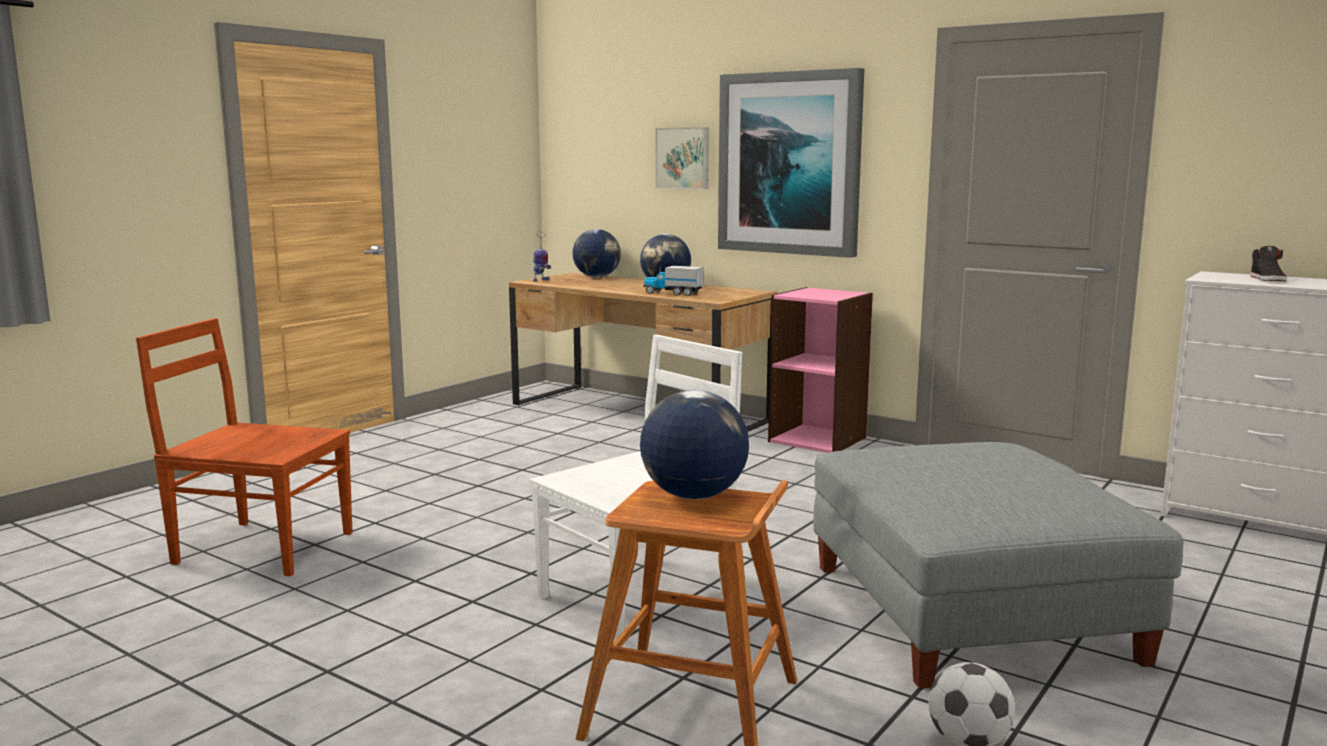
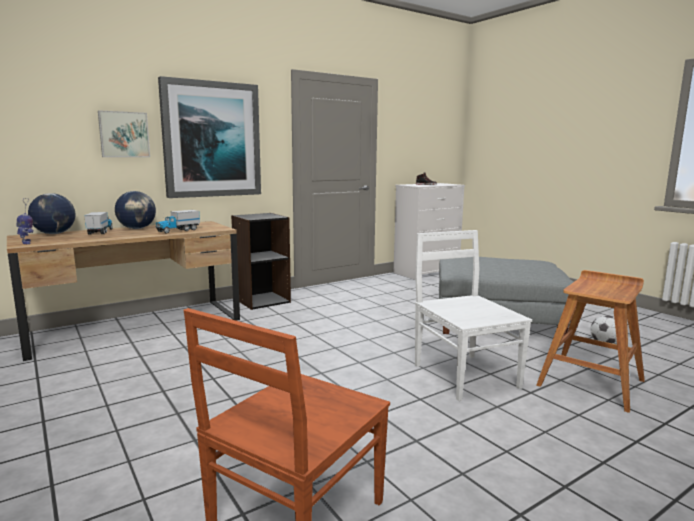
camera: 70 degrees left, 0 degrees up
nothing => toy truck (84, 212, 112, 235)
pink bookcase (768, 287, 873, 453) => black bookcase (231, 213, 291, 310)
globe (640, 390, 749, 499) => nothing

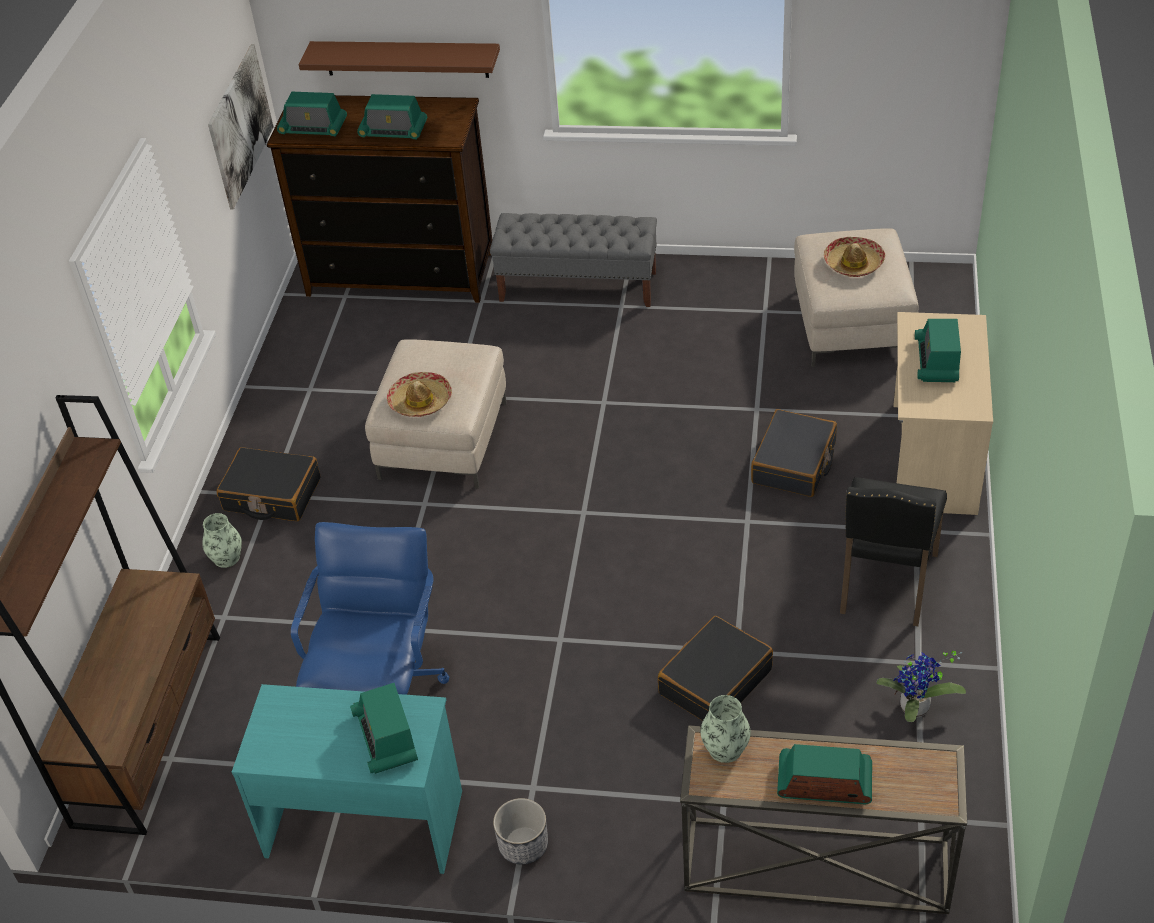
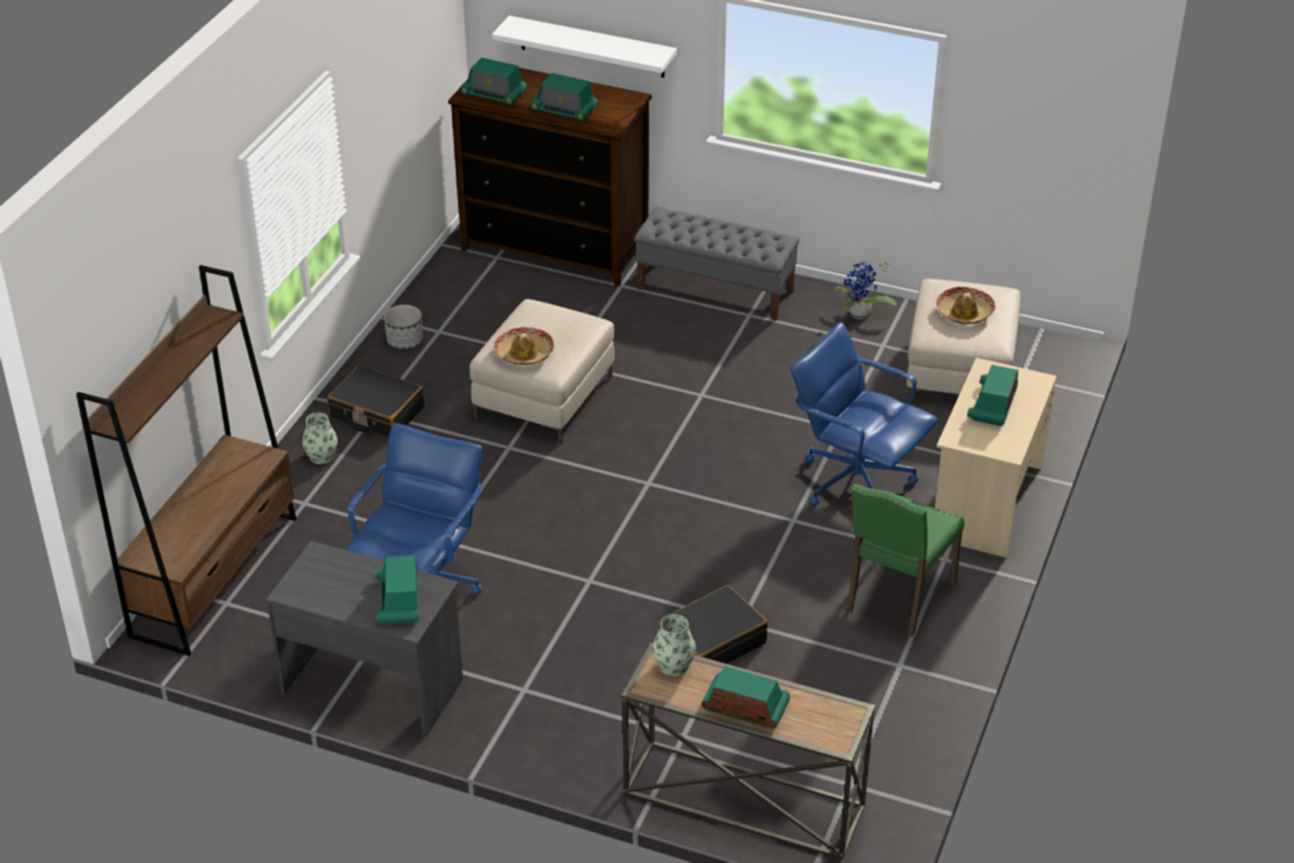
camera: 10 degrees right, 5 degrees down
turquoise desk (232, 684, 462, 874) => grey desk (266, 541, 463, 737)
planter (493, 798, 548, 865) => planter (384, 305, 423, 350), moved
brown shelf (299, 41, 500, 78) => white shelf (492, 16, 677, 78)
black suitcase (751, 409, 837, 497) => blue office chair (791, 322, 938, 506)
potted plant (876, 651, 966, 722) => potted plant (835, 261, 897, 319), moved
black chair (840, 477, 947, 626) => green chair (846, 484, 964, 637)
picture (208, 44, 274, 210) => nothing

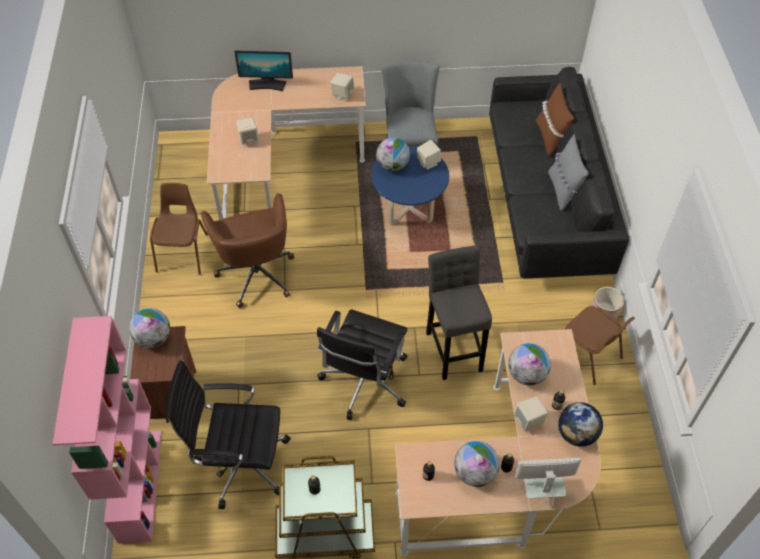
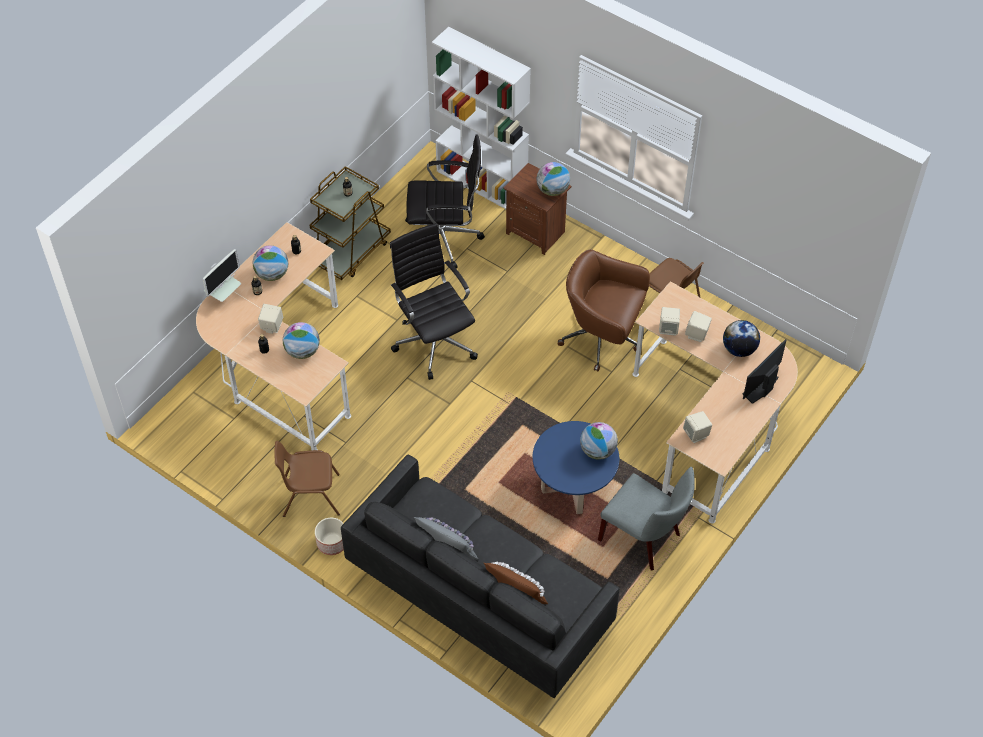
camera: 130 degrees right, 0 degrees up
black office chair (166, 360, 291, 509) => black office chair (405, 134, 485, 268), 45 degrees clockwise
pink bookcase (53, 316, 161, 544) => white bookcase (432, 27, 531, 209)
beige speaker (417, 140, 441, 170) => beige speaker (659, 307, 680, 336), moved
globe (558, 402, 603, 447) => globe (723, 320, 760, 357), moved
grey stool (426, 245, 492, 380) => nothing

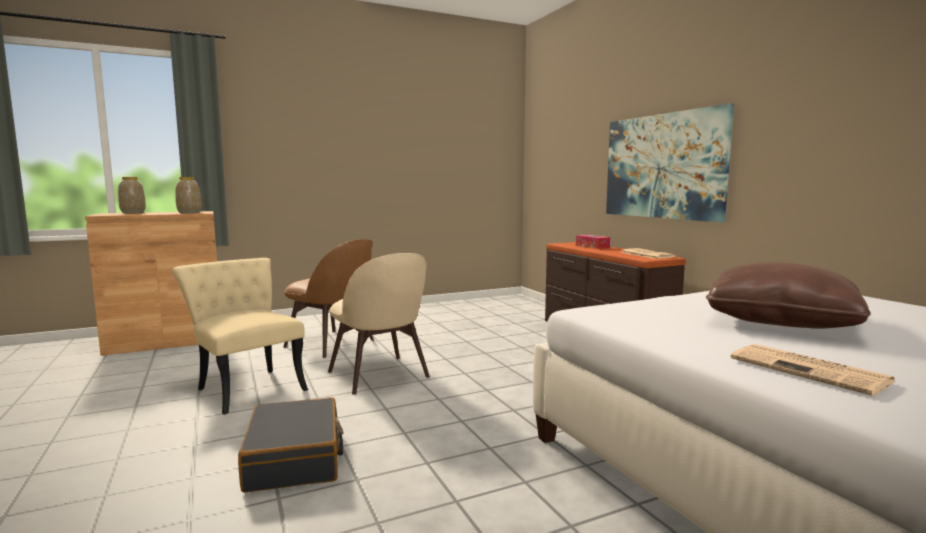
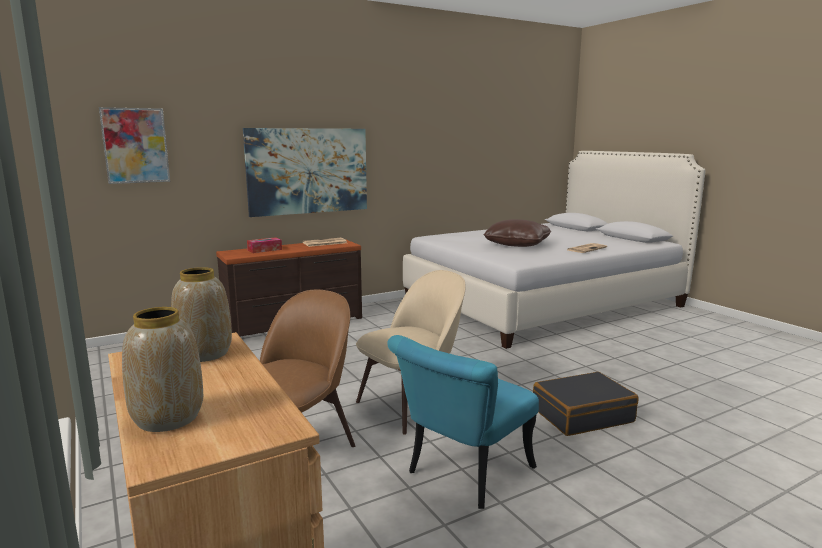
camera: 95 degrees left, 5 degrees up
nothing => picture (99, 107, 170, 184)
beige chair (172, 258, 308, 415) => turquoise chair (387, 335, 539, 509)

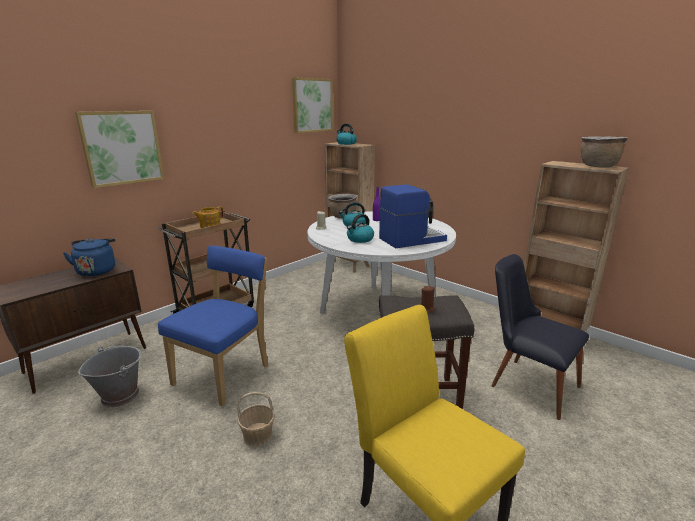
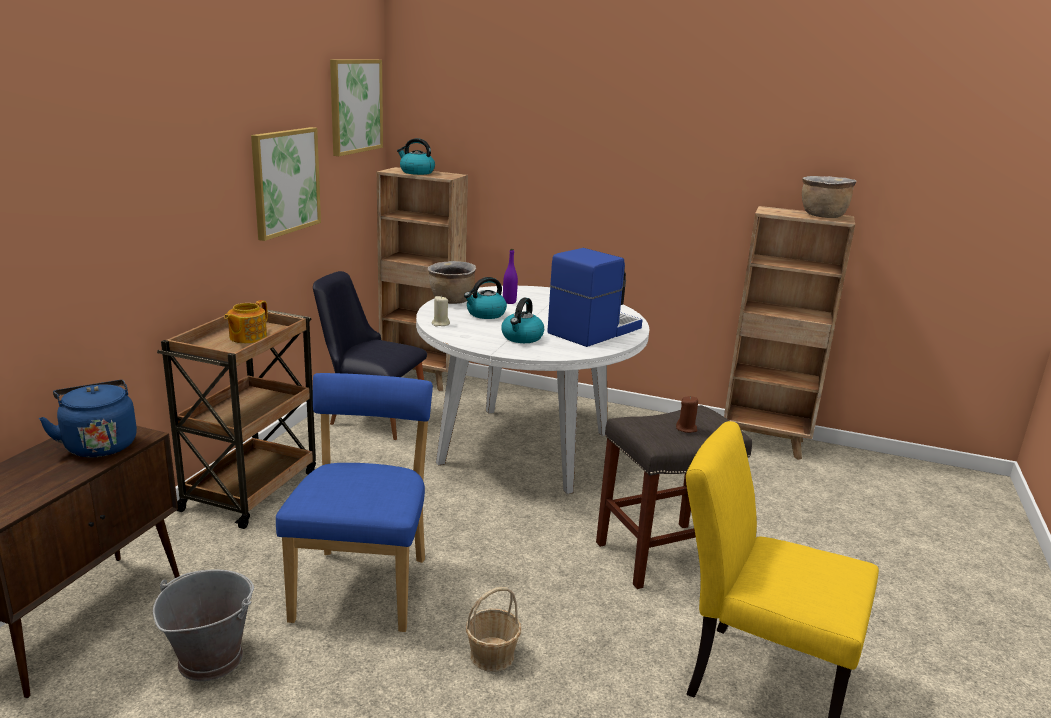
camera: 25 degrees left, 0 degrees up
picture (75, 111, 164, 188) => picture (251, 127, 321, 241), moved
black chair (491, 254, 589, 420) => black chair (313, 271, 427, 440), moved

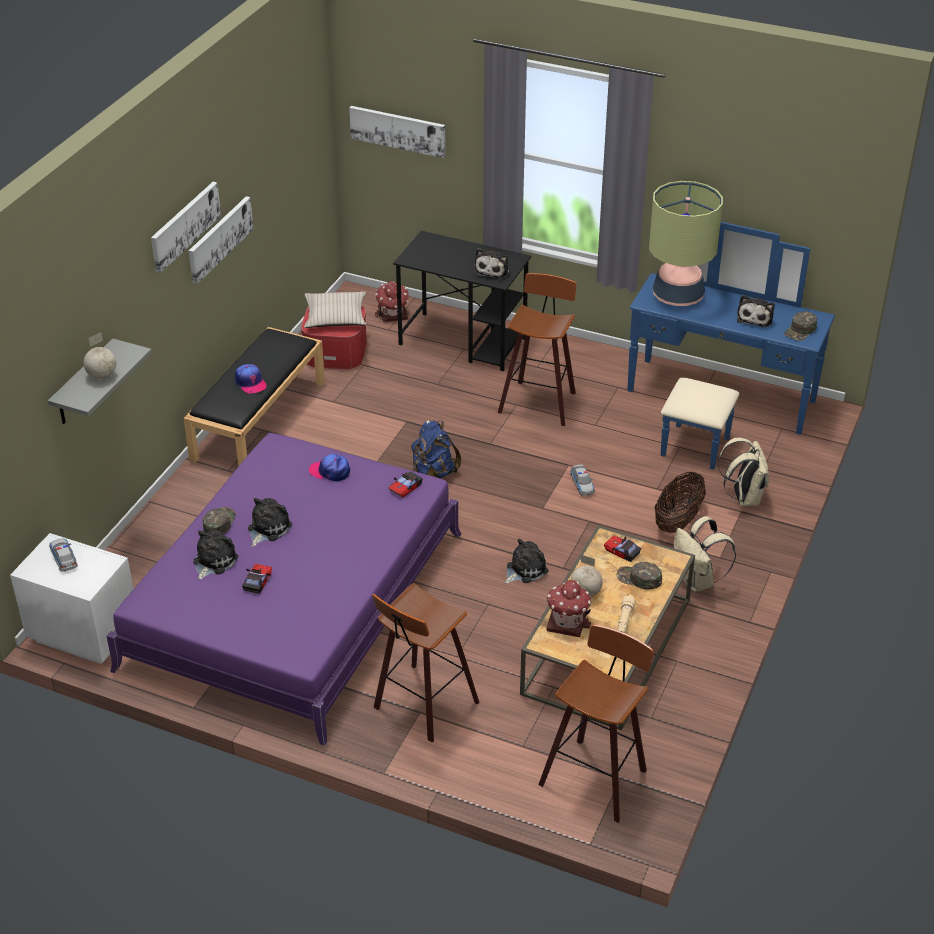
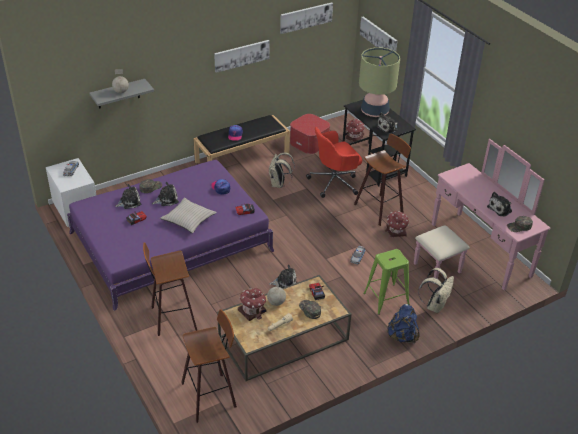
camera: 35 degrees right, 0 degrees up
beige pillow (304, 292, 366, 328) => beige pillow (160, 198, 217, 233), moved
beige backpack (674, 516, 736, 592) => beige backpack (269, 152, 295, 188), moved
picture (151, 182, 221, 273) => picture (280, 2, 333, 34), moved
nothing => red office chair (306, 127, 362, 198)
table lamp (649, 181, 723, 306) => table lamp (359, 47, 400, 117), moved
basket (655, 472, 706, 533) => green stool (363, 249, 410, 315)
nothing => toy house (385, 211, 409, 237)
blue backpack (411, 420, 461, 479) => blue backpack (387, 304, 420, 343), moved
blue dresser (627, 222, 835, 470) => pink dresser (414, 139, 551, 290)

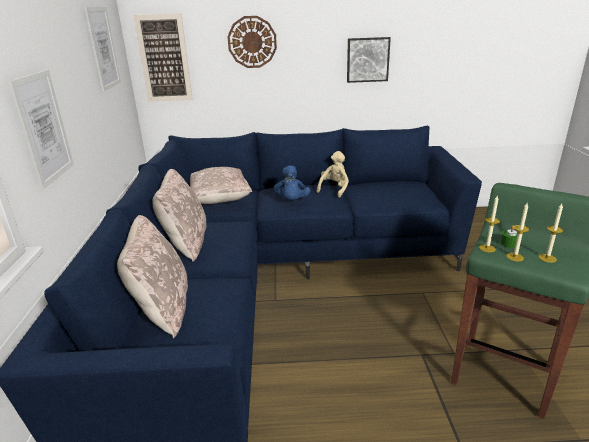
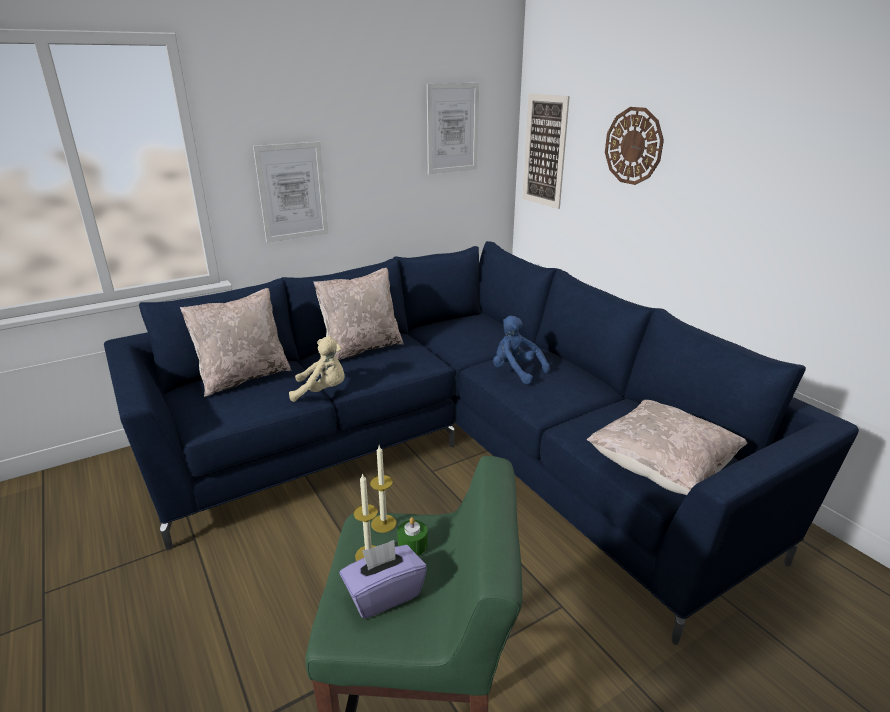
camera: 60 degrees right, 0 degrees up
beige plush toy (316, 151, 349, 198) => beige plush toy (289, 337, 345, 402), moved
candle (538, 204, 563, 263) => purple tissue box (340, 540, 427, 619)
blue plush toy (274, 165, 310, 200) => blue plush toy (493, 316, 550, 384), 75 degrees clockwise
beige pillow (190, 167, 252, 204) => beige pillow (587, 400, 748, 495), moved
picture (347, 37, 391, 83) => nothing

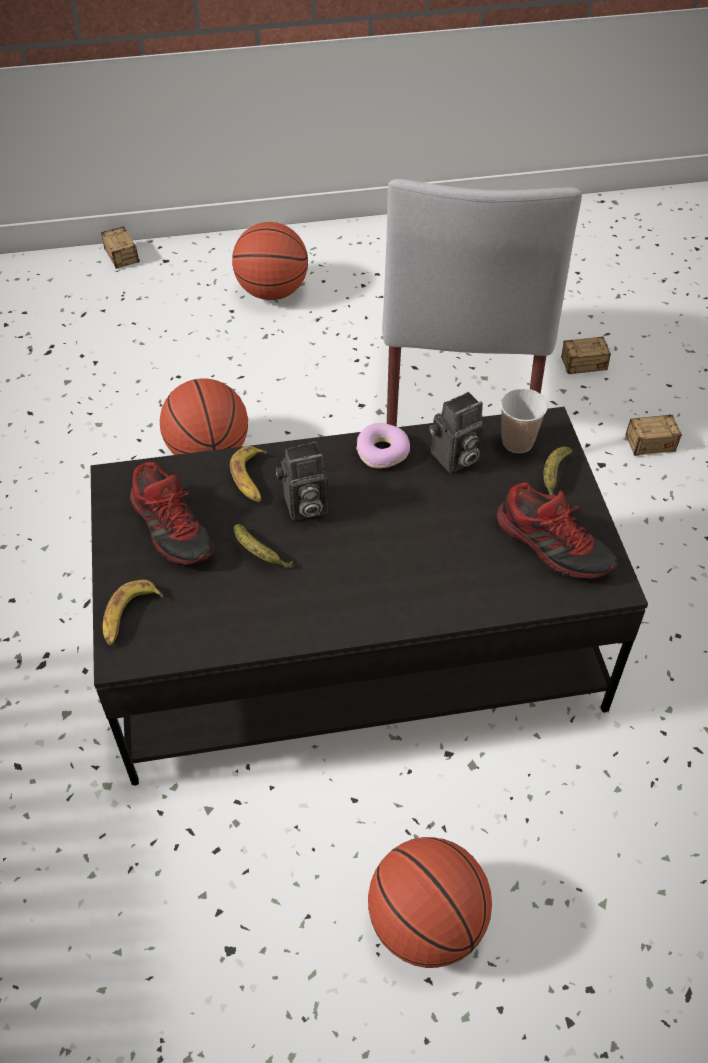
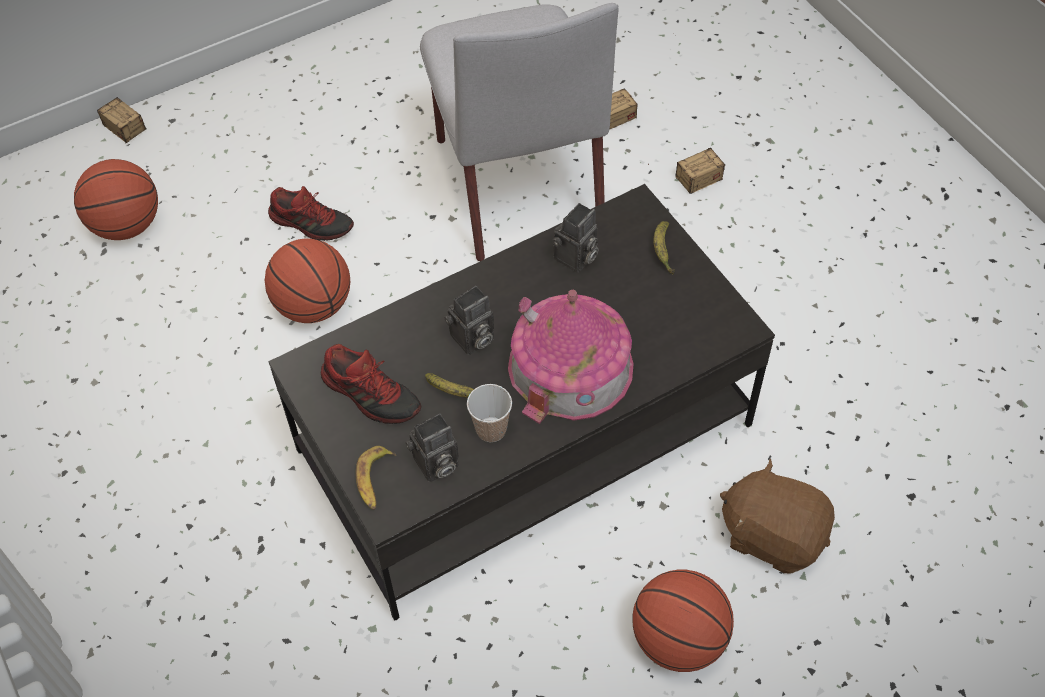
camera: 20 degrees left, 5 degrees up
basketball (232, 222, 308, 300) => basketball (74, 159, 158, 240), moved
shoe (497, 482, 618, 579) => shoe (268, 186, 354, 241), moved
nothing => photo camera (406, 414, 459, 482)
cup (500, 388, 548, 453) => cup (467, 384, 512, 442), moved
nothing => toy house (508, 290, 634, 424)
nothing => brown plush toy (720, 459, 835, 574)
banana (230, 446, 267, 503) => nothing
donut (356, 423, 410, 469) => nothing

